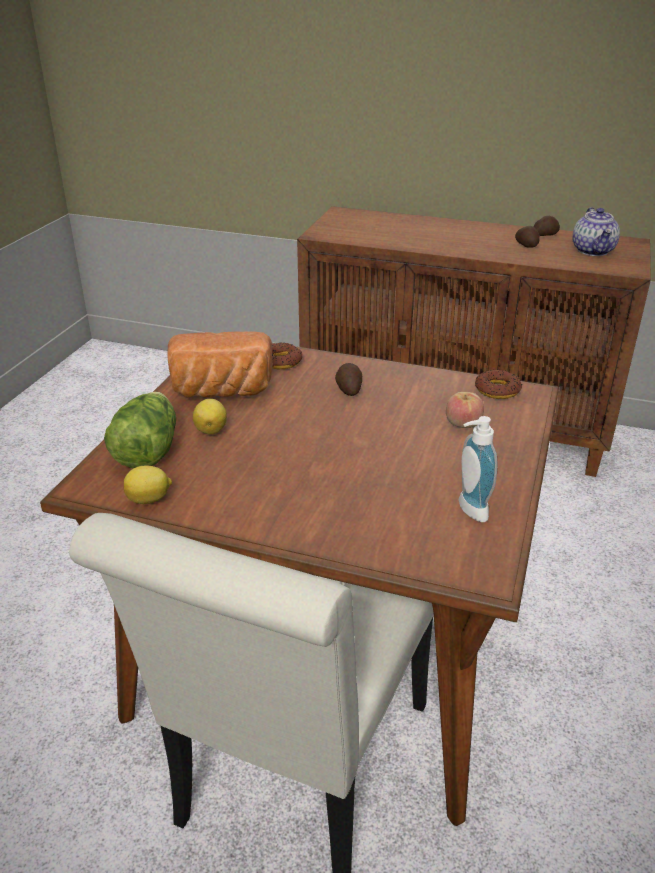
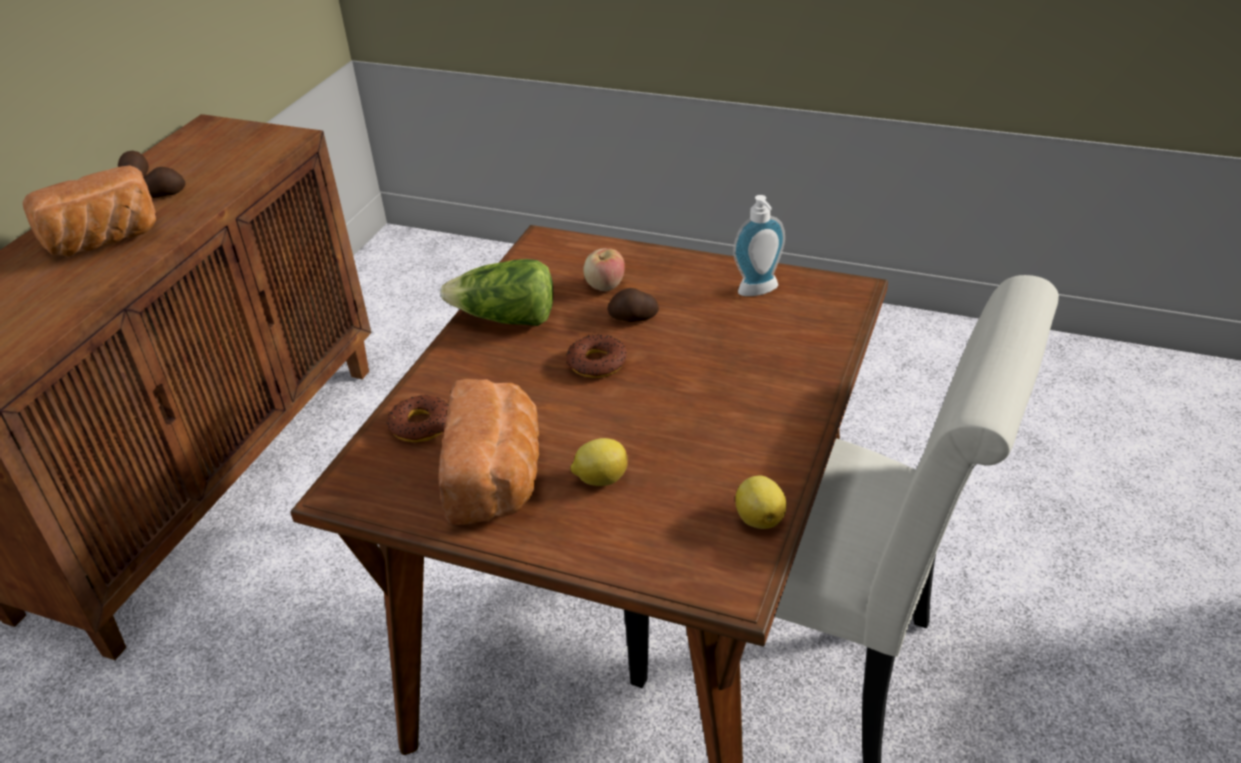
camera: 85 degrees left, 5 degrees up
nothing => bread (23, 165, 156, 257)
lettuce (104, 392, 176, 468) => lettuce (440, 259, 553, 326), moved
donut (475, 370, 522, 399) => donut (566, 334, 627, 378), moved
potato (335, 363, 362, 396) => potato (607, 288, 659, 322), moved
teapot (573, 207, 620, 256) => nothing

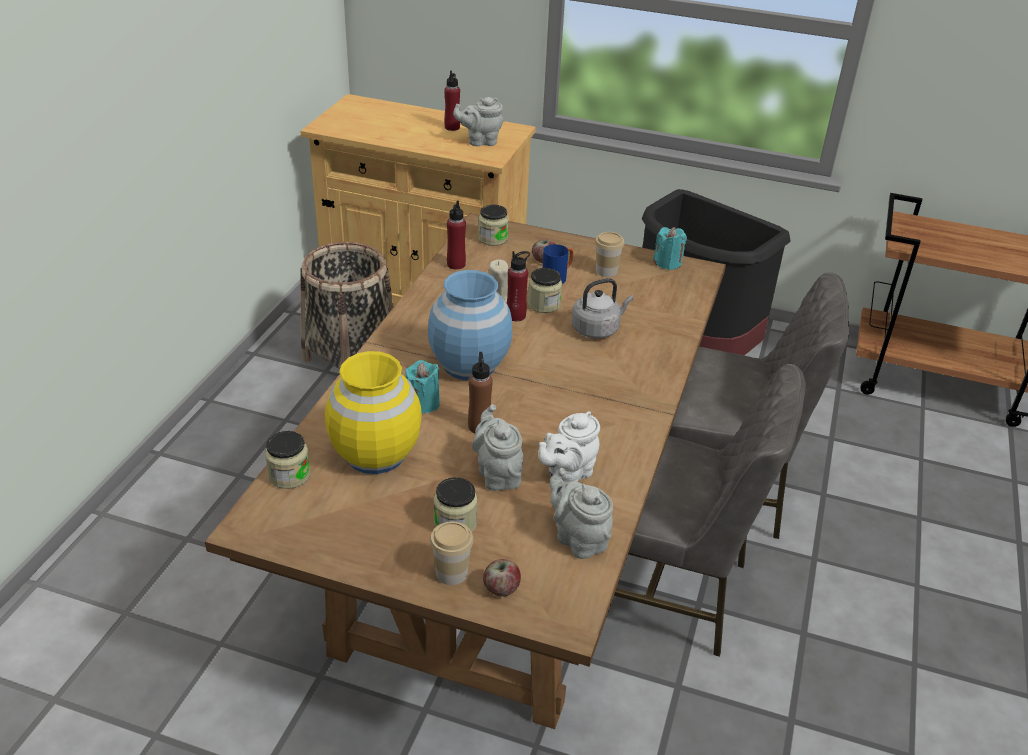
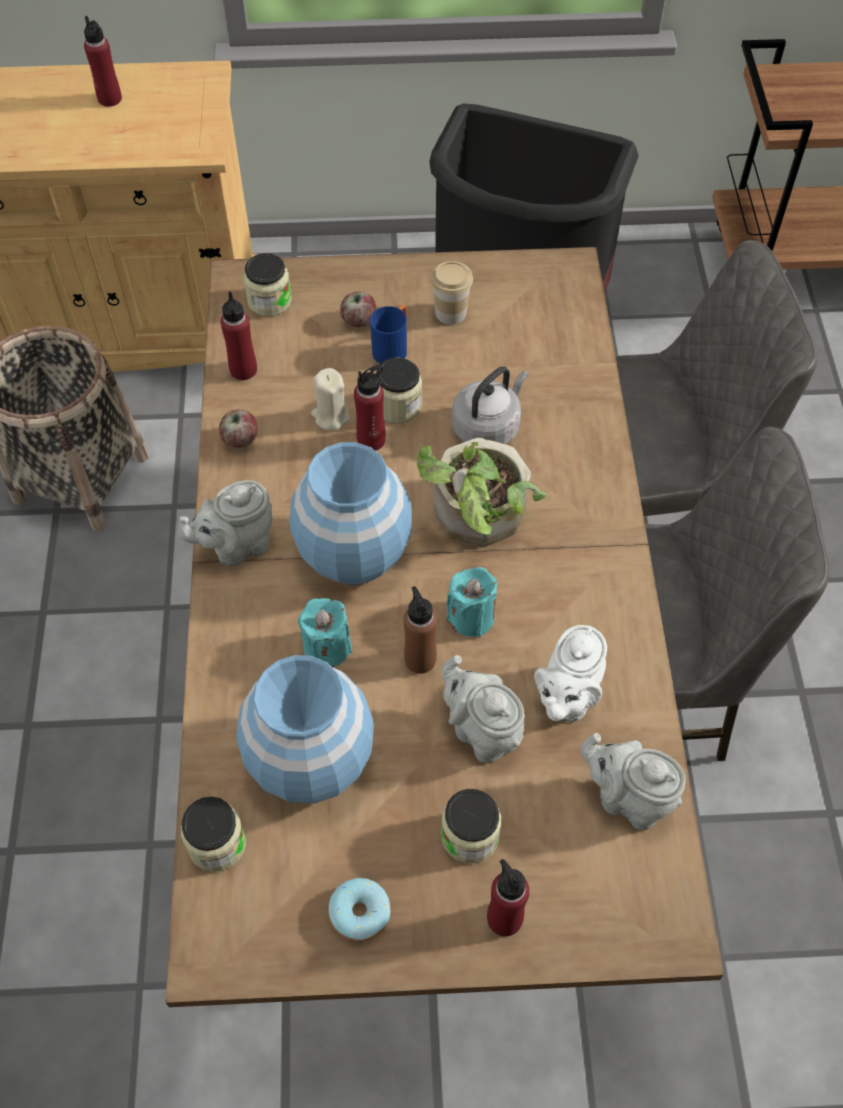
camera: 20 degrees left, 20 degrees up
grey teapot (453, 97, 503, 146) => grey teapot (178, 480, 273, 566), moved
apple (483, 559, 521, 596) => apple (219, 410, 258, 448), moved
yellow vase (325, 351, 422, 474) => blue vase (236, 655, 374, 803)
nothing => donut (328, 878, 391, 942)
nothing => potted plant (417, 438, 547, 547)
turquoise candle (653, 227, 687, 270) => turquoise candle (446, 567, 497, 637), moved
cup (430, 521, 474, 585) => red bottle (487, 859, 530, 936)

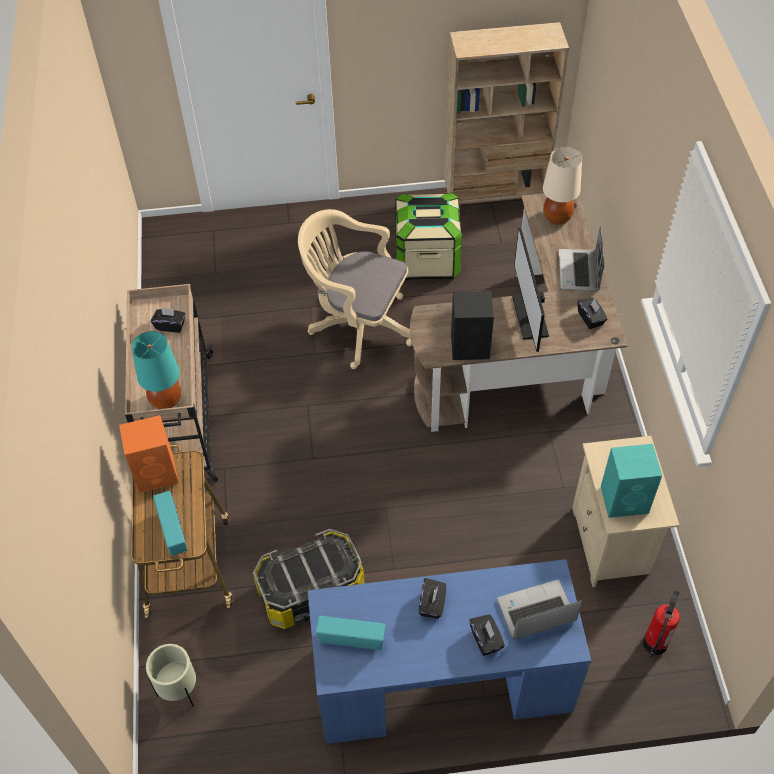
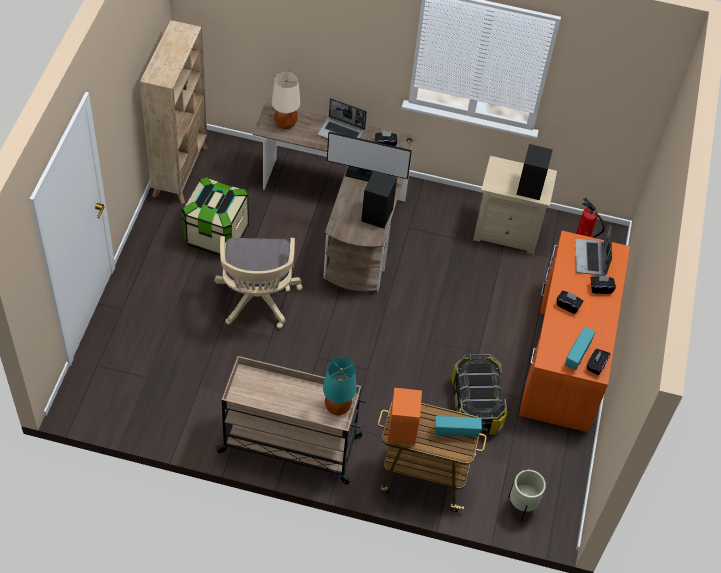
camera: 75 degrees left, 0 degrees up
beige office chair (298, 209, 412, 369) => beige office chair (214, 236, 303, 329), 45 degrees counterclockwise
turquoise speaker (601, 444, 662, 518) => black speaker (516, 144, 553, 200)
blue desk (308, 559, 591, 744) => orange desk (519, 231, 630, 432)
black tissue box (151, 307, 186, 333) => black tissue box (587, 349, 611, 375), moved

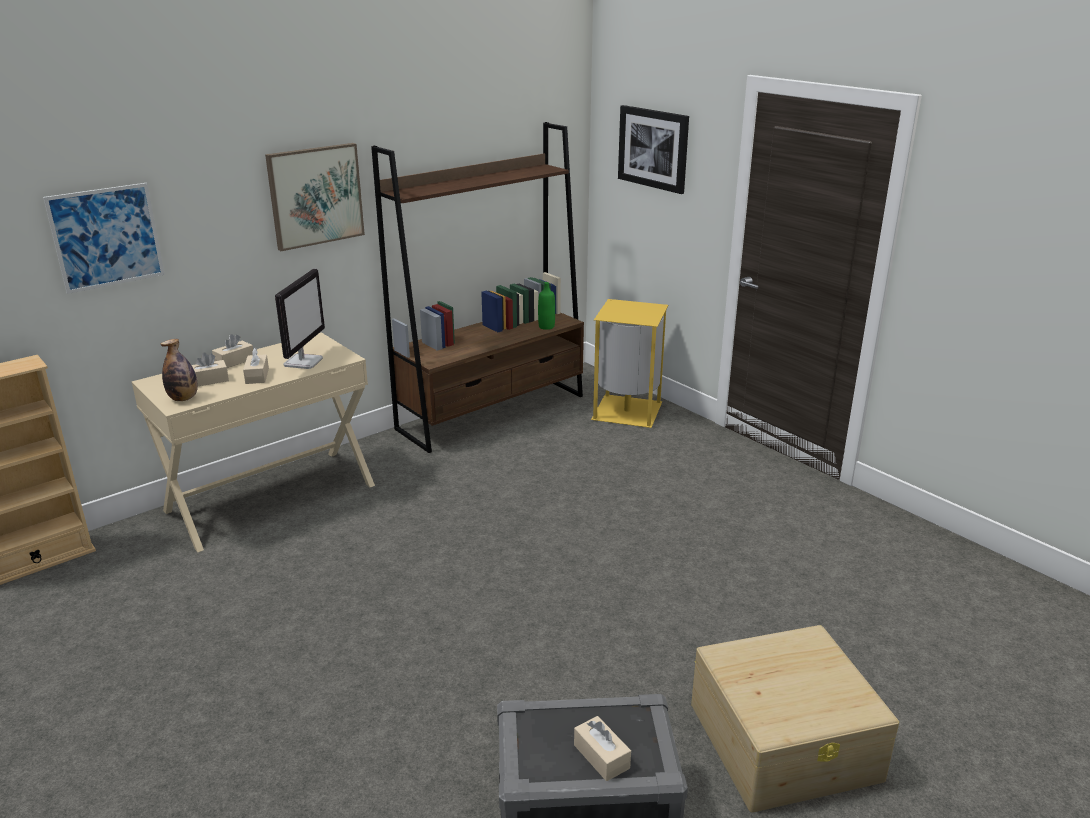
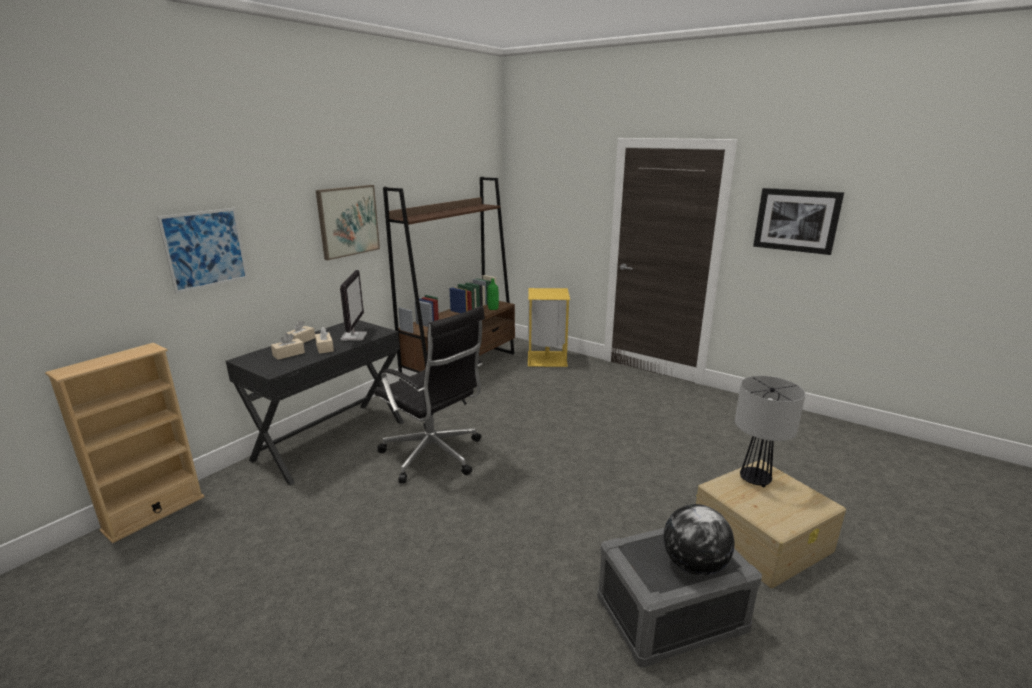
camera: 15 degrees left, 5 degrees down
beige desk (132, 332, 375, 552) => black desk (226, 320, 404, 486)
nothing => black office chair (374, 306, 485, 483)
beige tissue box (574, 716, 631, 781) => globe (664, 504, 735, 576)
nothing => table lamp (735, 376, 806, 487)
picture (618, 105, 689, 194) => picture (753, 188, 844, 255), moved
bottle (161, 339, 198, 401) => nothing

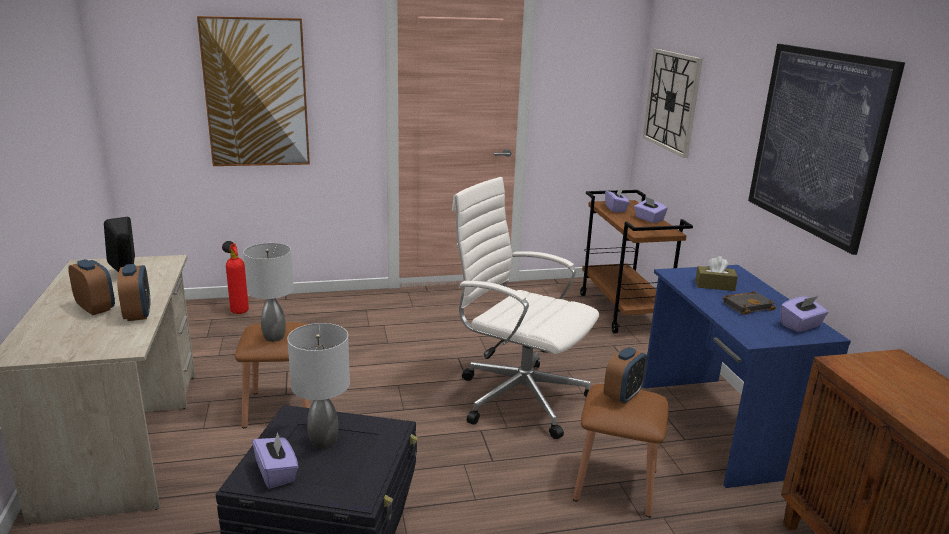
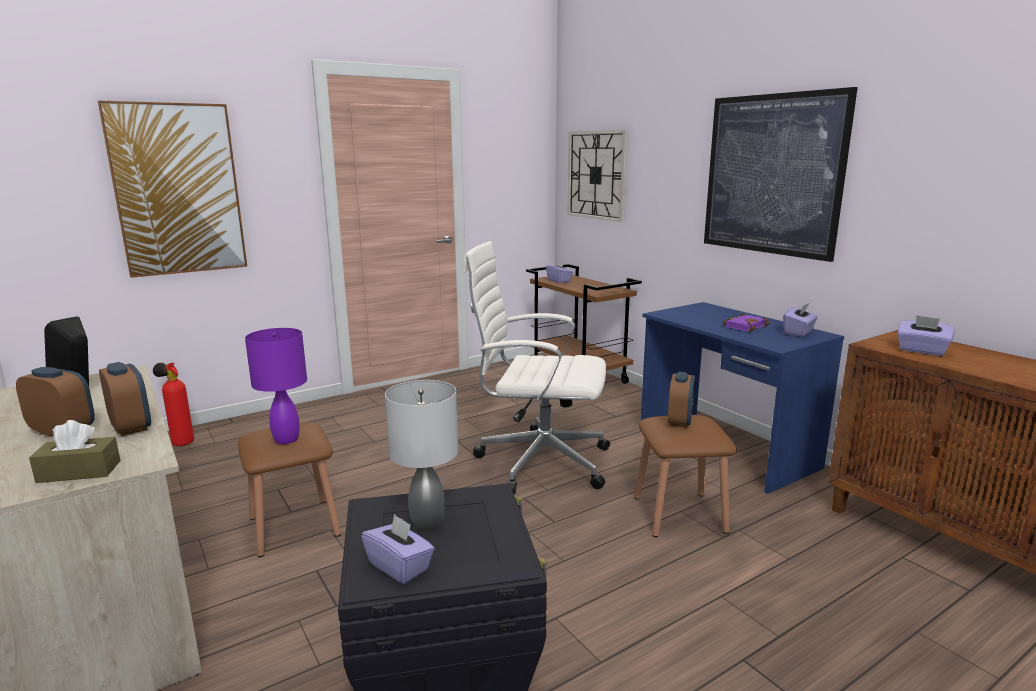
camera: 20 degrees left, 5 degrees down
brown tissue box (695, 256, 738, 291) => brown tissue box (29, 420, 120, 483), moved
grey table lamp (243, 243, 294, 342) => purple table lamp (245, 328, 307, 444)
black book (723, 291, 776, 315) => purple book (723, 313, 770, 332)
purple tissue box (634, 197, 668, 223) => purple tissue box (897, 315, 955, 356), moved

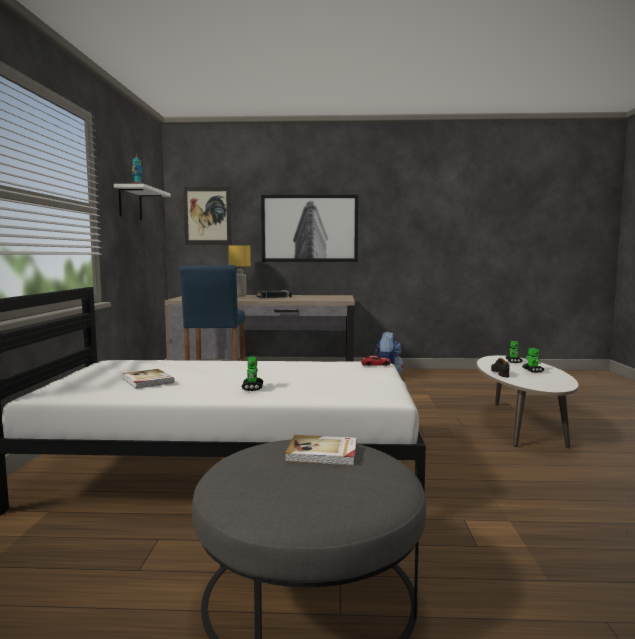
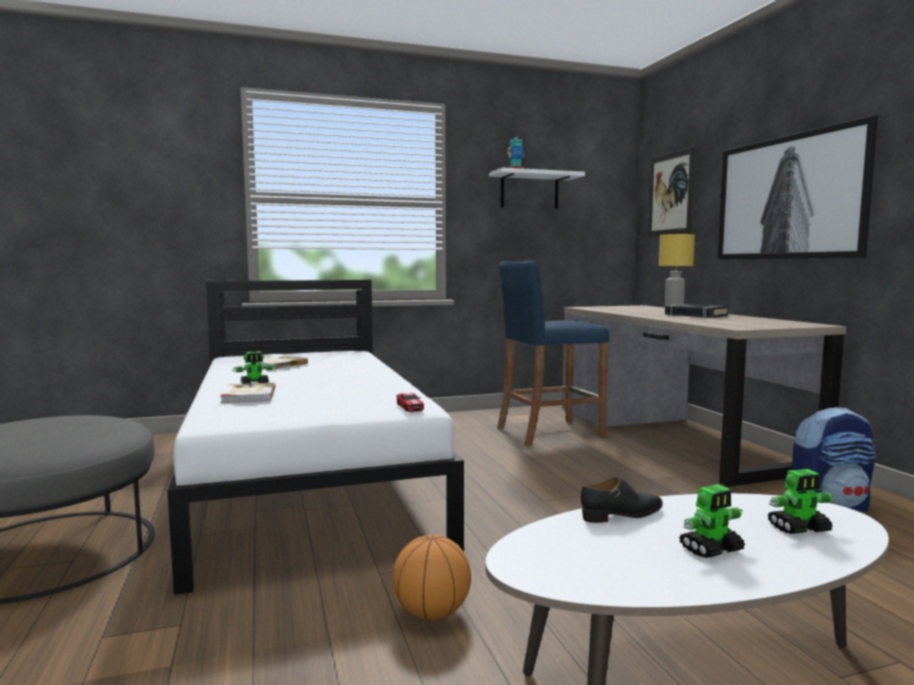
camera: 70 degrees right, 0 degrees up
book (285, 435, 357, 465) => book (220, 383, 275, 403), moved
nothing => basketball (393, 535, 471, 620)

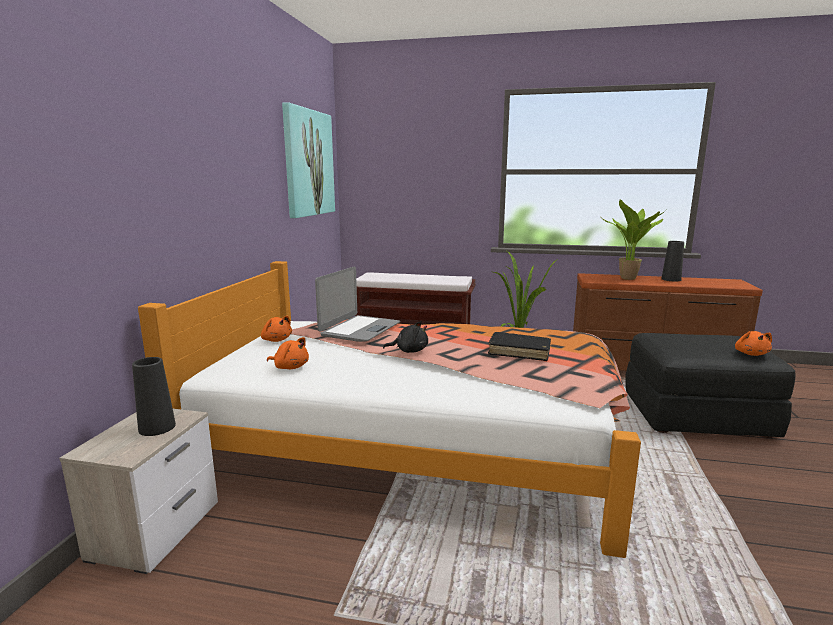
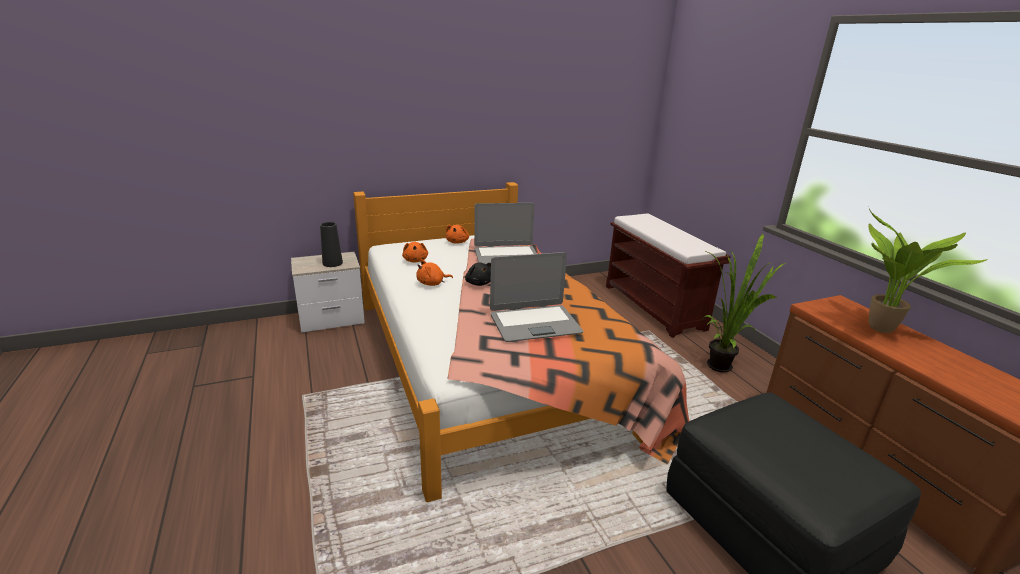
camera: 55 degrees right, 10 degrees up
orange plush toy (735, 331, 772, 356) => orange plush toy (416, 259, 453, 286), moved
black book (488, 332, 551, 361) => laptop (490, 252, 583, 342)
picture (282, 102, 335, 218) => nothing
black vase (661, 241, 684, 282) => nothing

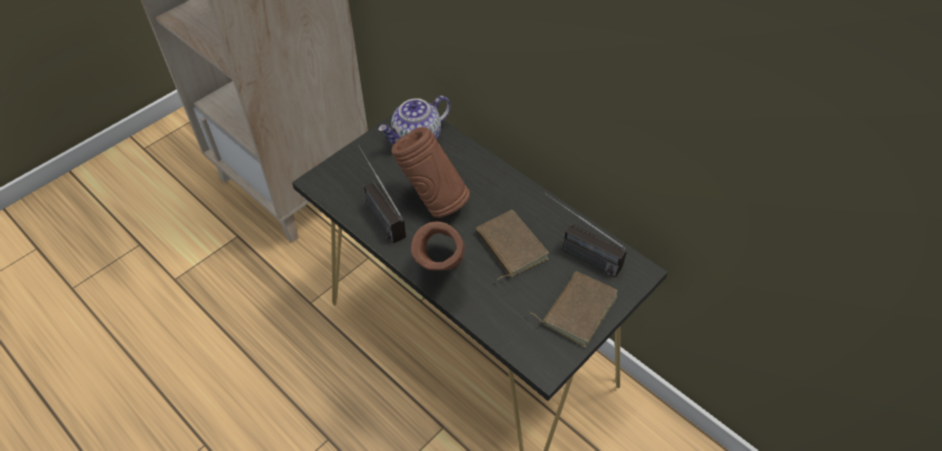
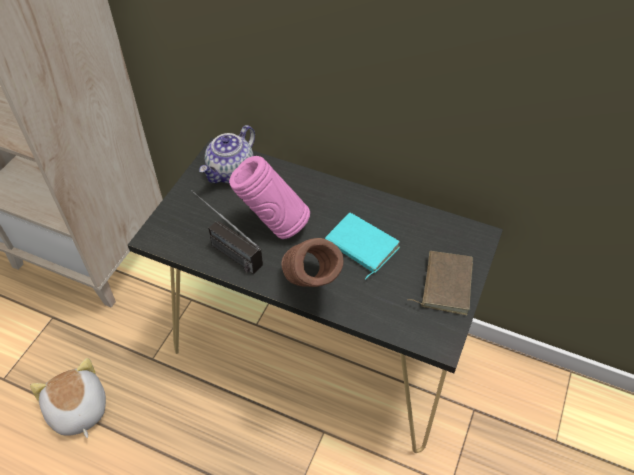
camera: 20 degrees left, 0 degrees up
nothing => plush toy (30, 358, 106, 438)
brown vase (391, 127, 470, 218) => pink vase (229, 156, 310, 239)
brown book (476, 210, 549, 280) => turquoise book (325, 213, 400, 279)
radio (545, 193, 627, 277) => nothing

